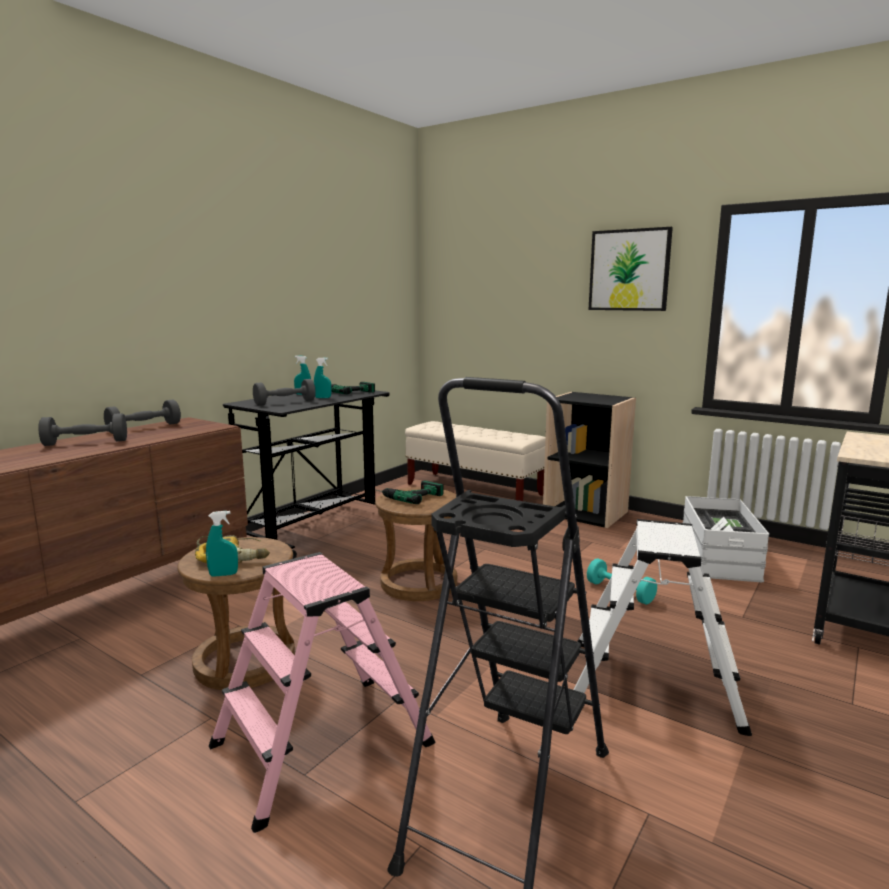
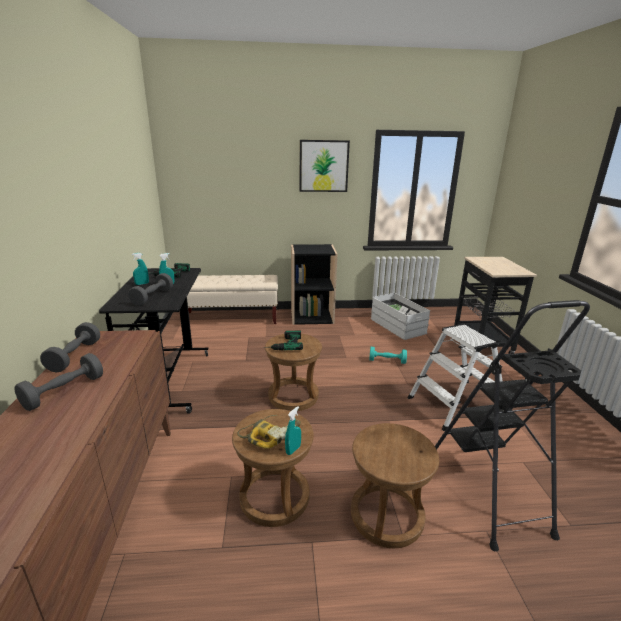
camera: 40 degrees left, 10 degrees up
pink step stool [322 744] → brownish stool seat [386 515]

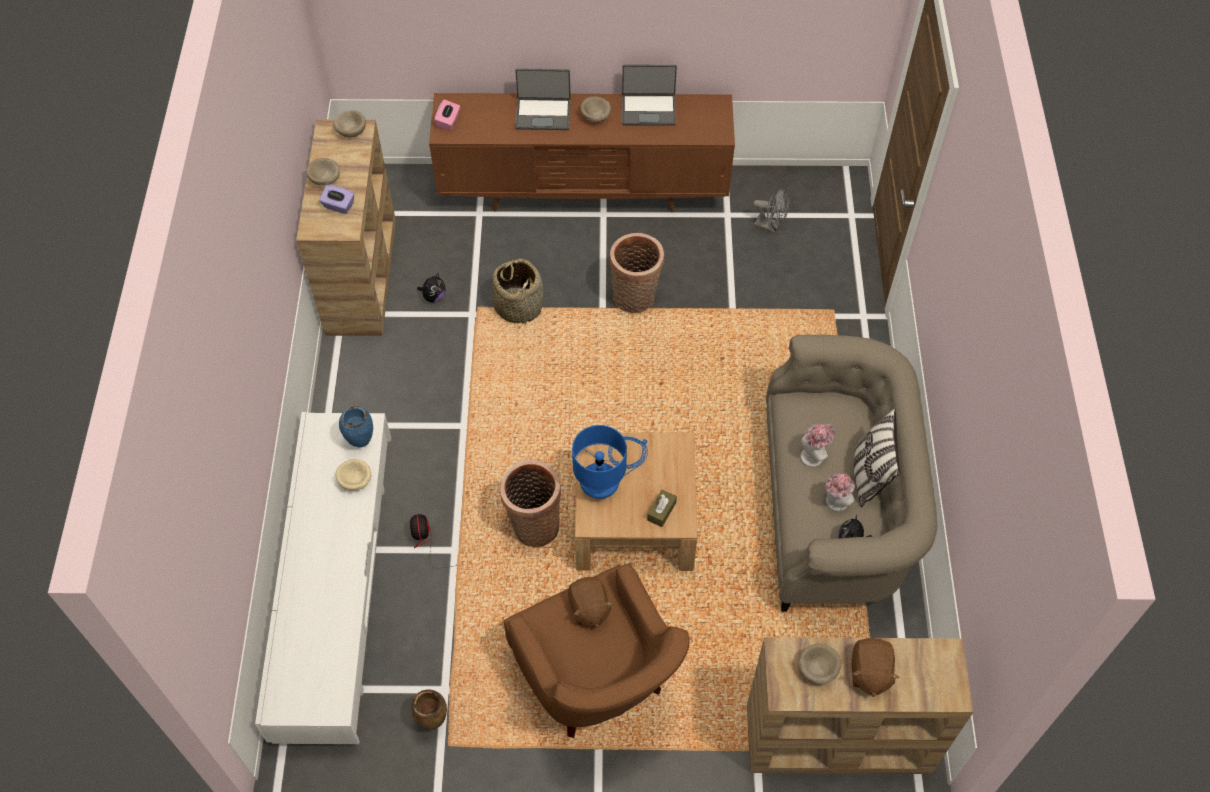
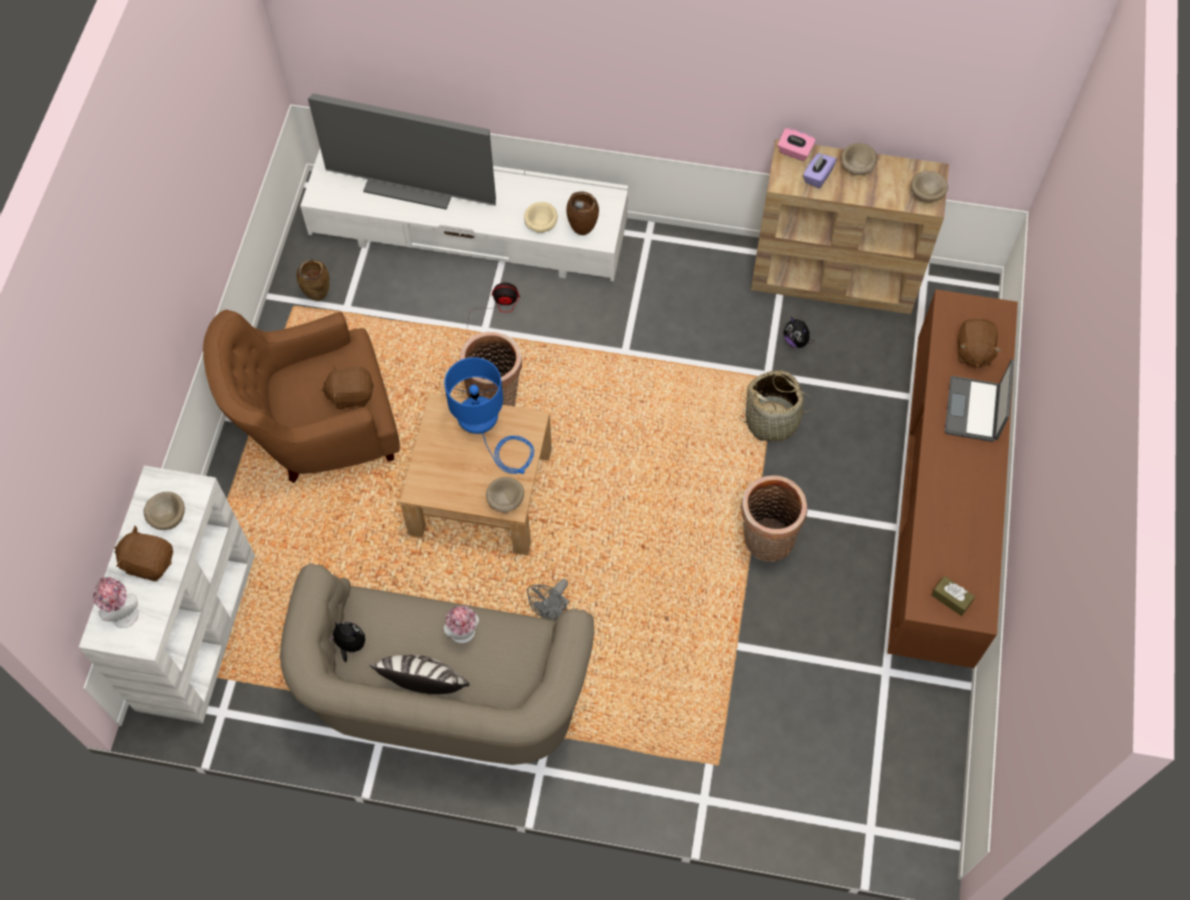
camera: 100 degrees right, 5 degrees up
blue vase [361 442] → brownish vase [583 231]
pink tissue box [448 121] → pink tissue box [794 152], move
beige deep dish [595 117] → beige deep dish [505 500], move
notebook computer [648 110] → -
brownish tissue box [661 511] → brownish tissue box [951 598], move
brownish bookcase [838 740] → white bookcase [195 631]
gray cooling fan [770 226] → gray cooling fan [552 613], move
hat [835 503] → hat [122 612], move
- → television [412 184]
- → brownish soft toy [973 351]

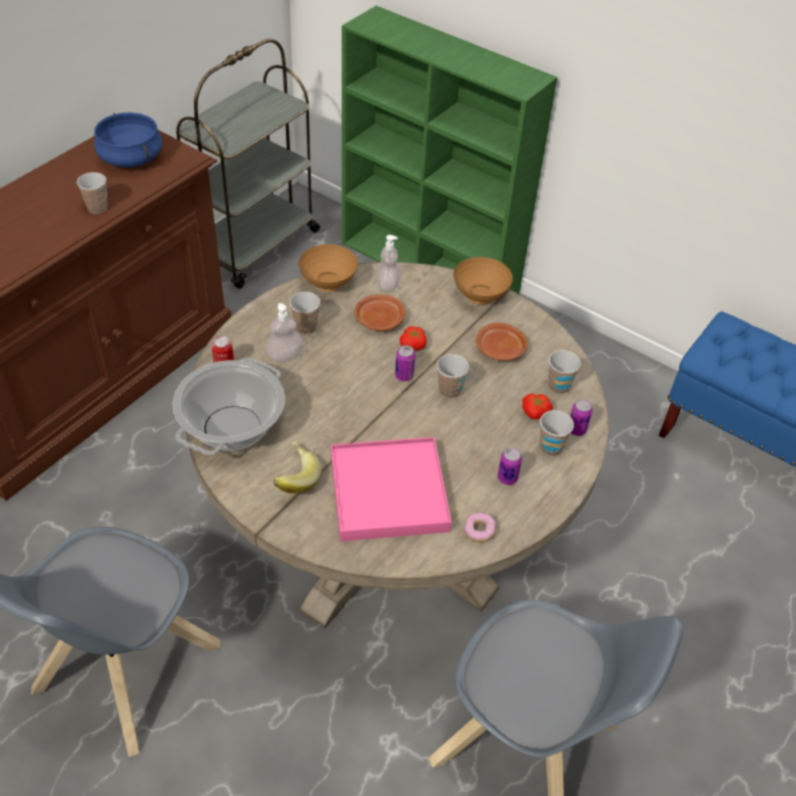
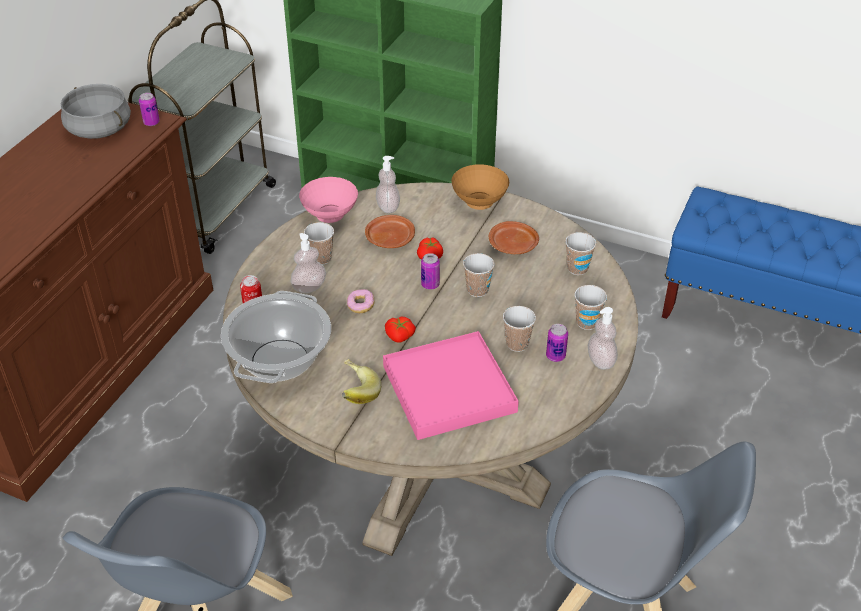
camera: 10 degrees left, 5 degrees down
small cup [97 208] → small cup [517 344], move
blue cooking pot [131 158] → gray cooking pot [100 129]
brownish deep dish [329 284] → pink deep dish [331 215]
donut [479 531] → donut [360 306], move
tomato [535 413] → tomato [399 337], move
can [576 430] → can [151 122], move
- → liquid soap bottle [601 361]

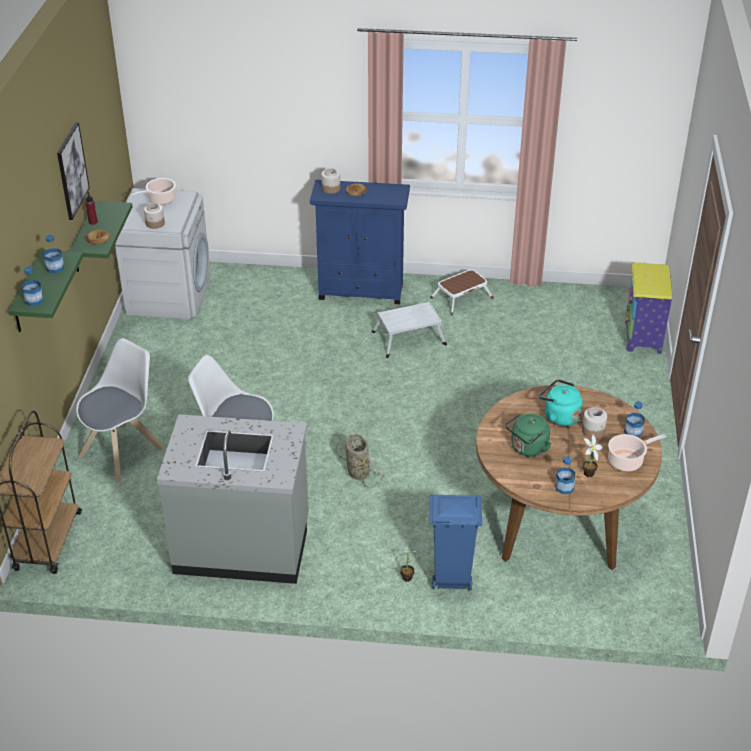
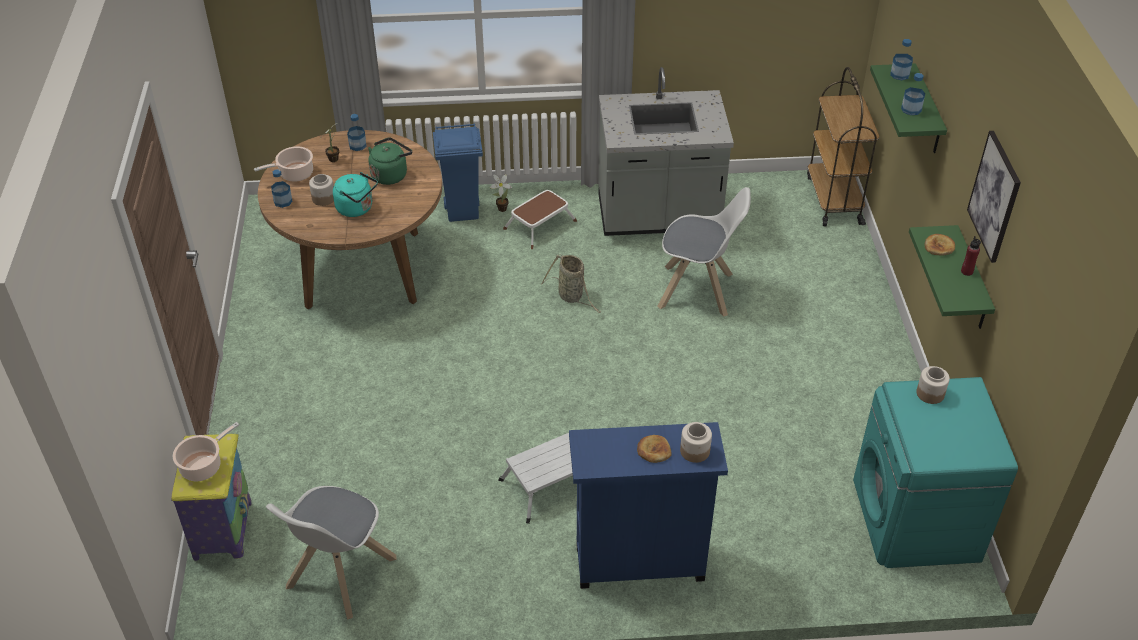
camera: 170 degrees right, 5 degrees up
upright chair [123 451] → upright chair [339 575], move
white laundry machine [170 293] → turquoise-coloured laundry machine [914 519]
cooking pot [160 200] → cooking pot [203 466], move
brownish step stool [462 298] → brownish step stool [539 225], move

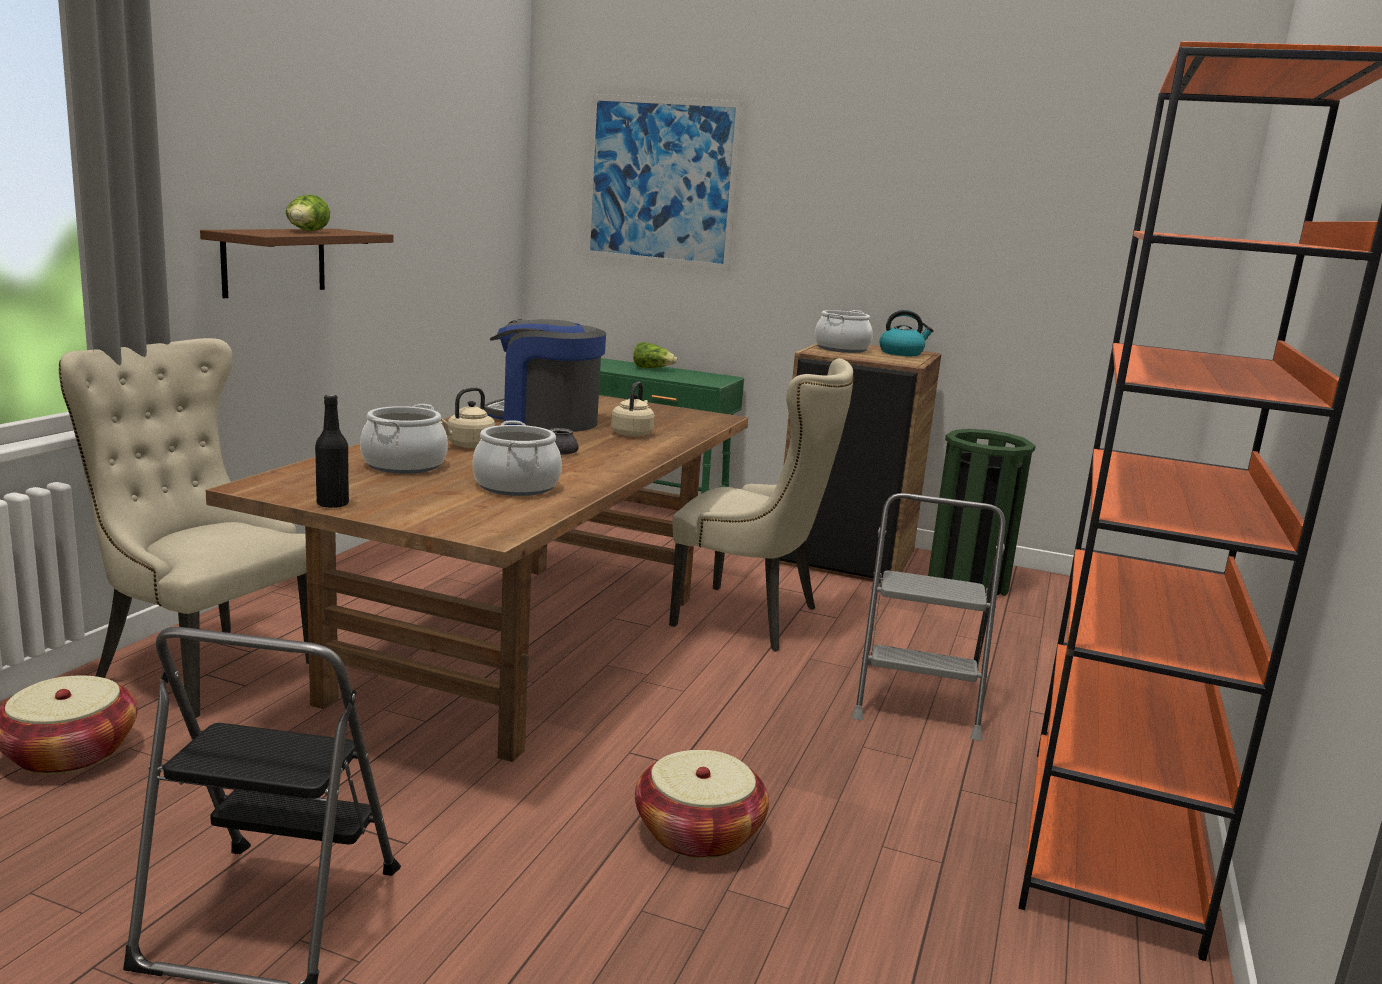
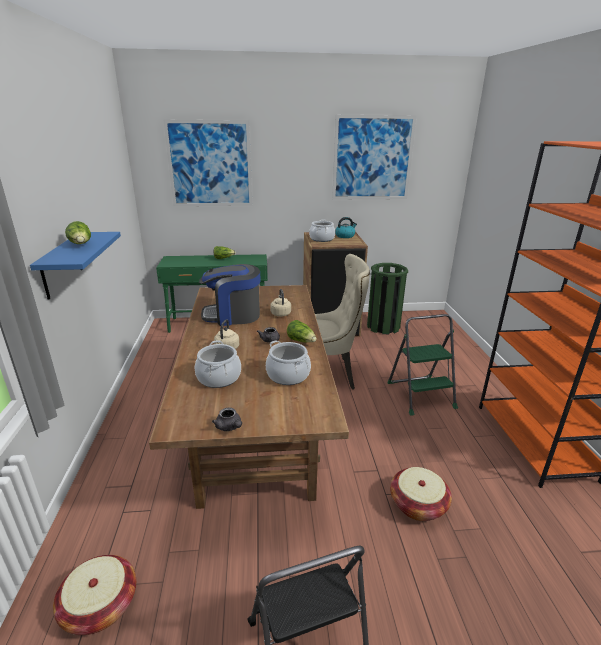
camera: 25 degrees left, 10 degrees up
beige upright chair [205 670] → -
brownish wall shelf [274 261] → blue wall shelf [61 265]
black-coloured beverage bottle [332 504] → gray pot for tea [229 427]
gray step stool [918 695] → green-coloured step stool [419 393]
- → lettuce head [301 341]
- → wall art [372 158]

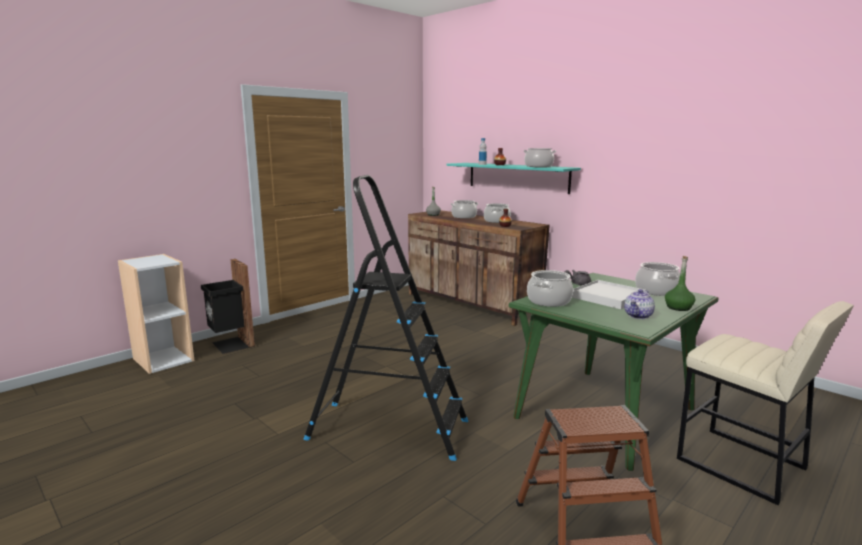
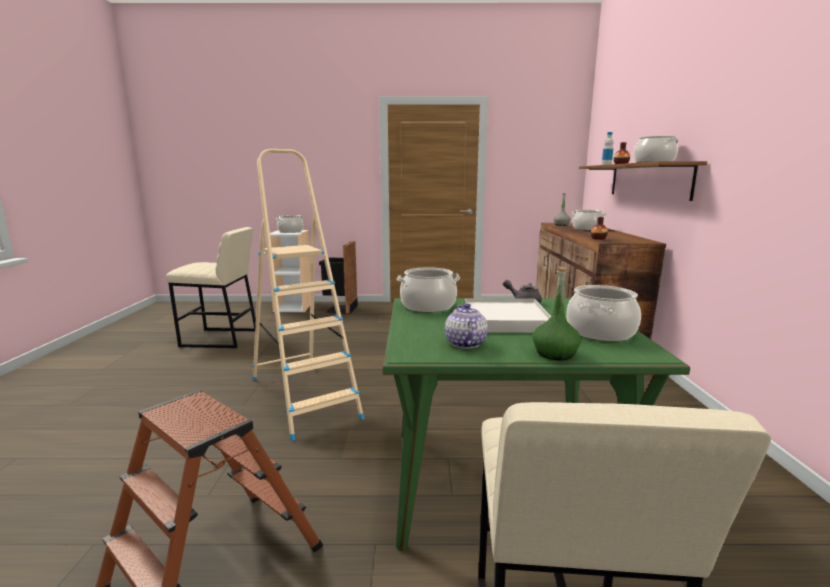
camera: 45 degrees right, 0 degrees up
black-coloured step stool [389 429] → beige step stool [304 397]
turquoise-coloured wall shelf [517 177] → brownish wall shelf [648 180]
cooking pot [496 221] → cooking pot [290 231], move
pot for tea [638 316] → pot for tea [464 343], 90 degrees clockwise
- → beige upright chair [222 338]

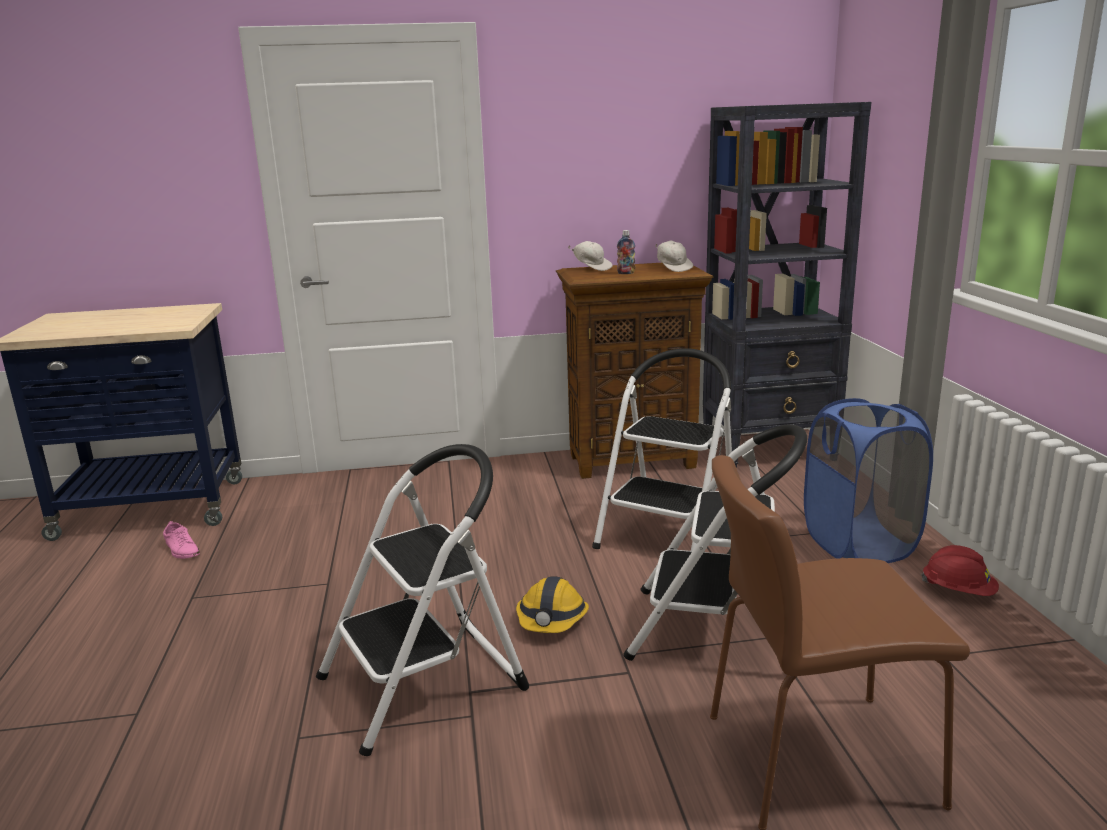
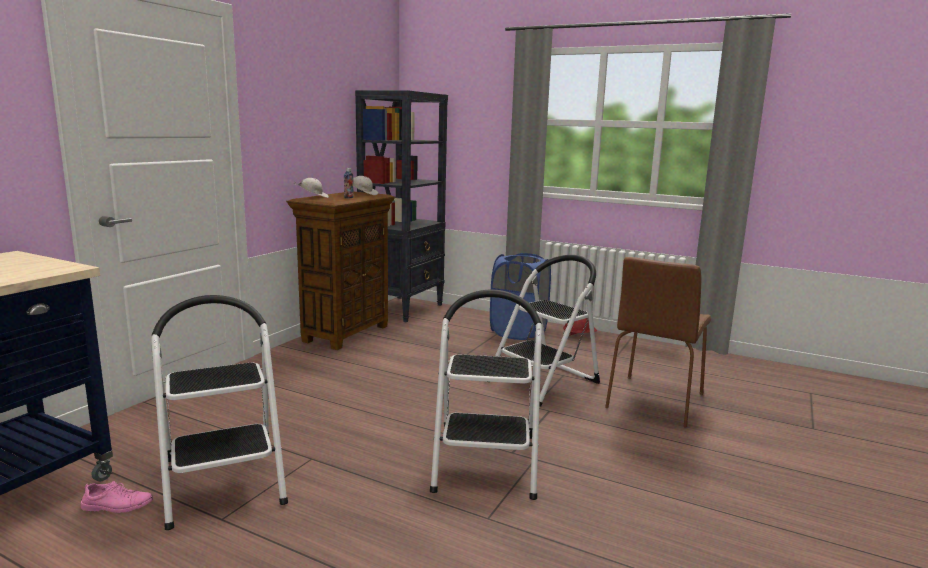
camera: 55 degrees left, 5 degrees down
hard hat [552 619] → -
step stool [669 531] → step stool [224 479], move

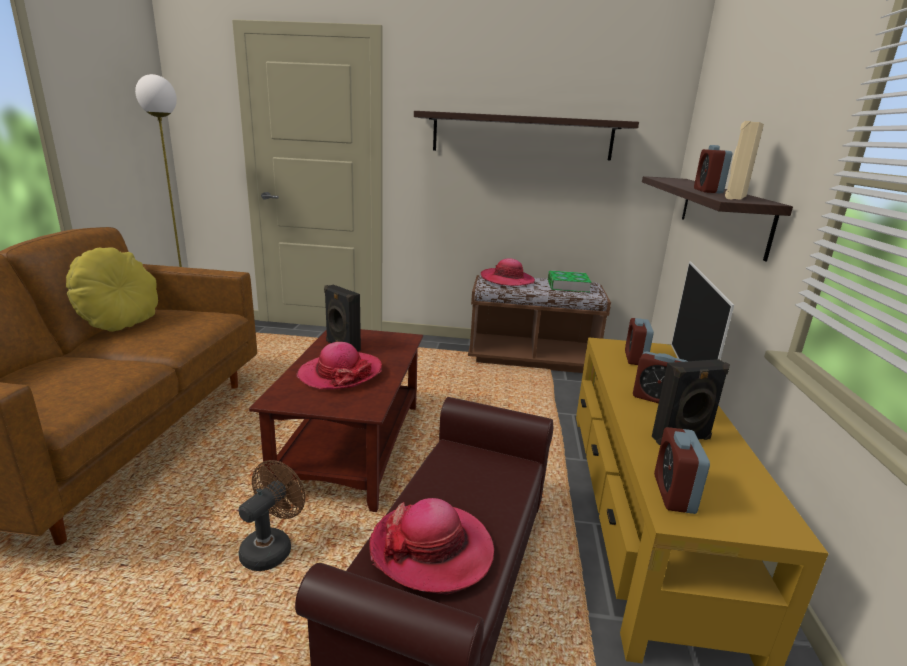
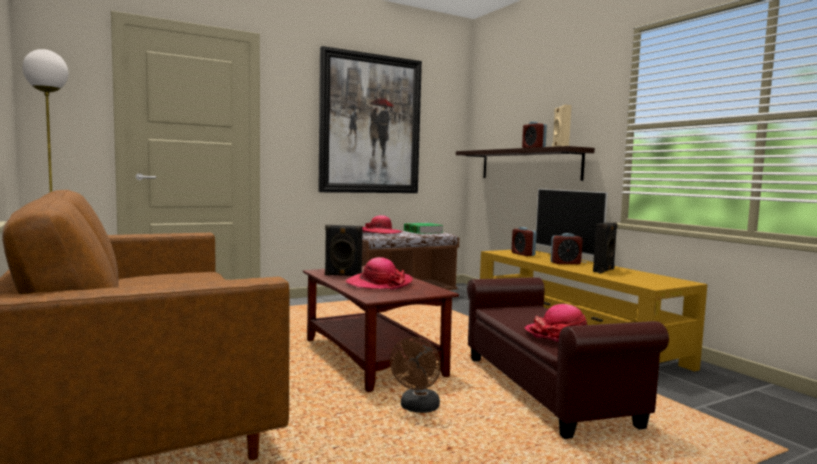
camera: 35 degrees left, 15 degrees down
yellowish throw pillow [121 325] → -
brownish cooling fan [272 547] → brownish cooling fan [418 408], 150 degrees counterclockwise
wall shelf [522 136] → wall art [370 124]
alarm clock [674 494] → -

